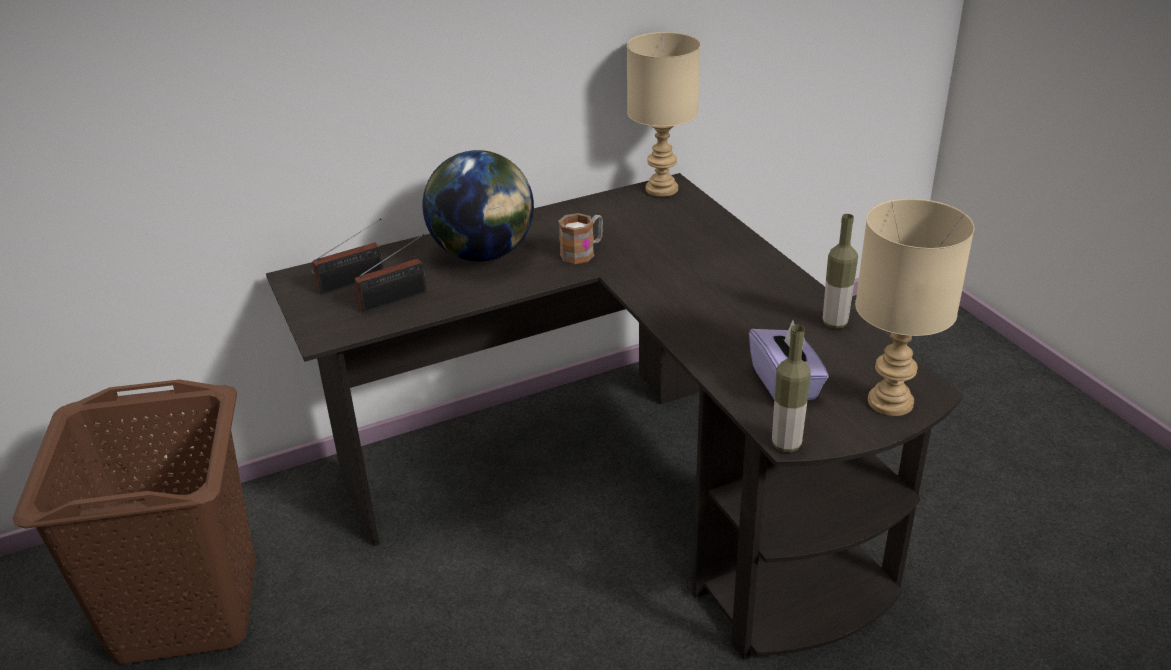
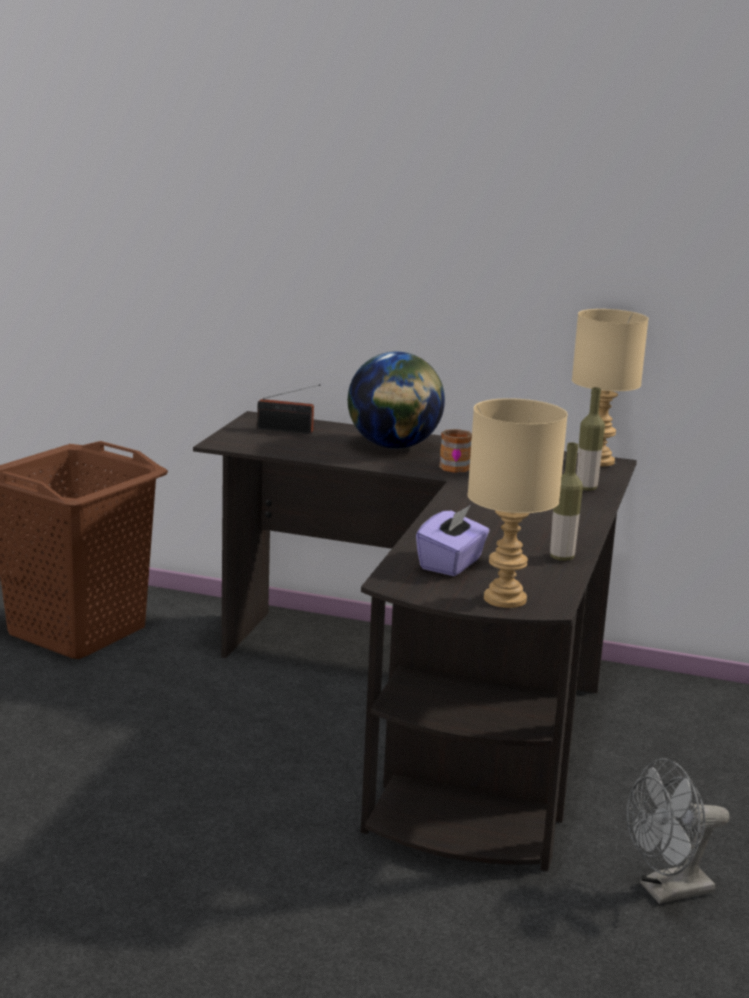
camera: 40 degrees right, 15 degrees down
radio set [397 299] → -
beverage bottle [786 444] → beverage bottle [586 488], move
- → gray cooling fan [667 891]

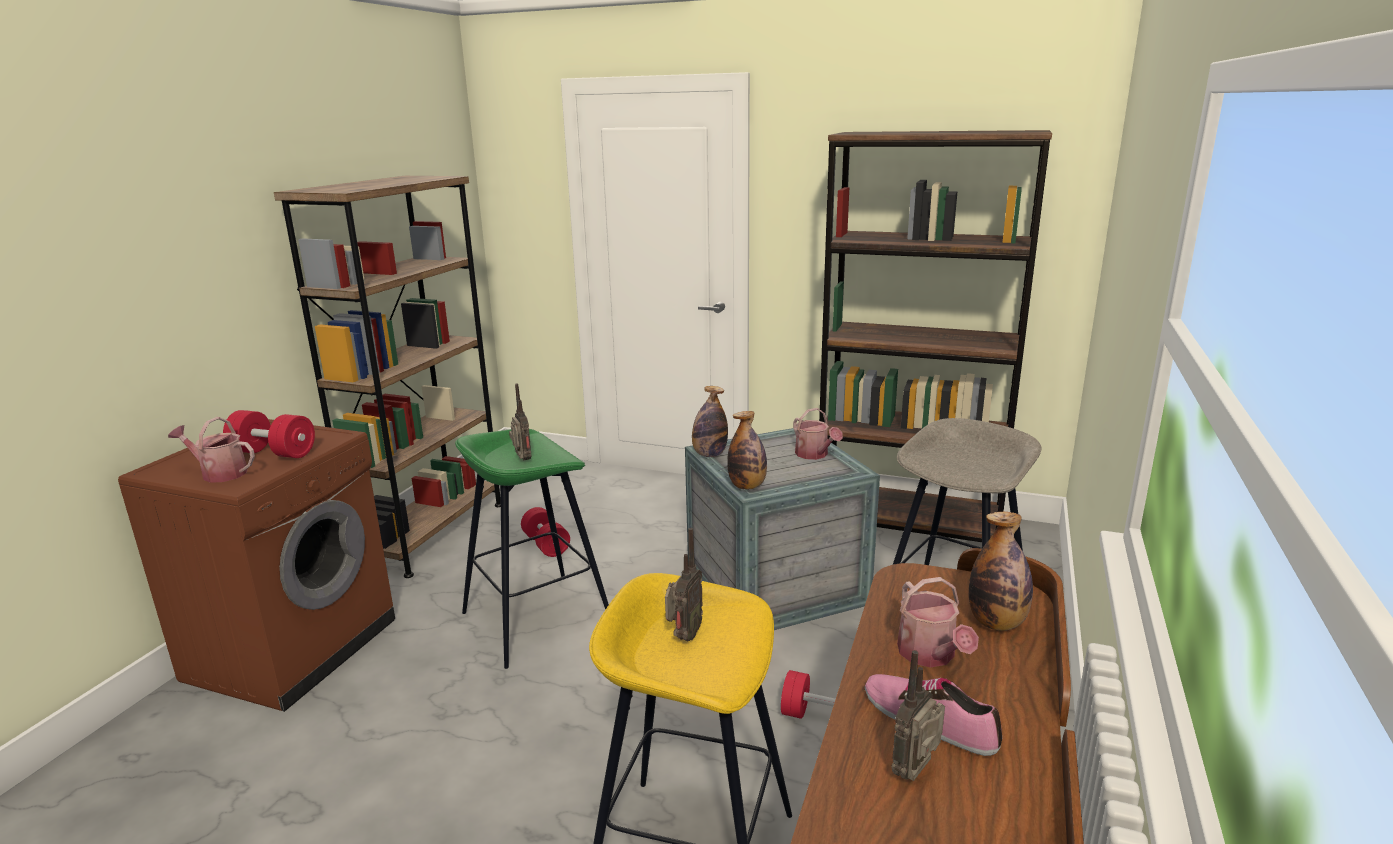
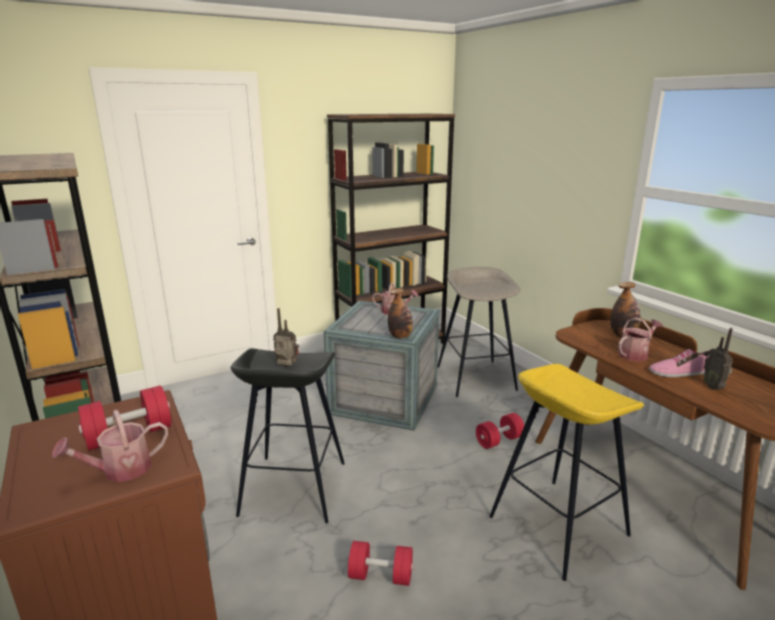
camera: 50 degrees left, 0 degrees up
green-coloured stool seat [536 618] → black-coloured stool seat [293 488]
red-coloured hand weight [546 545] → red-coloured hand weight [381 575], move
radio set [683 637] → -
beverage bottle [709 454] → -
sprinkling can [930 655] → sprinkling can [635 354], 60 degrees counterclockwise

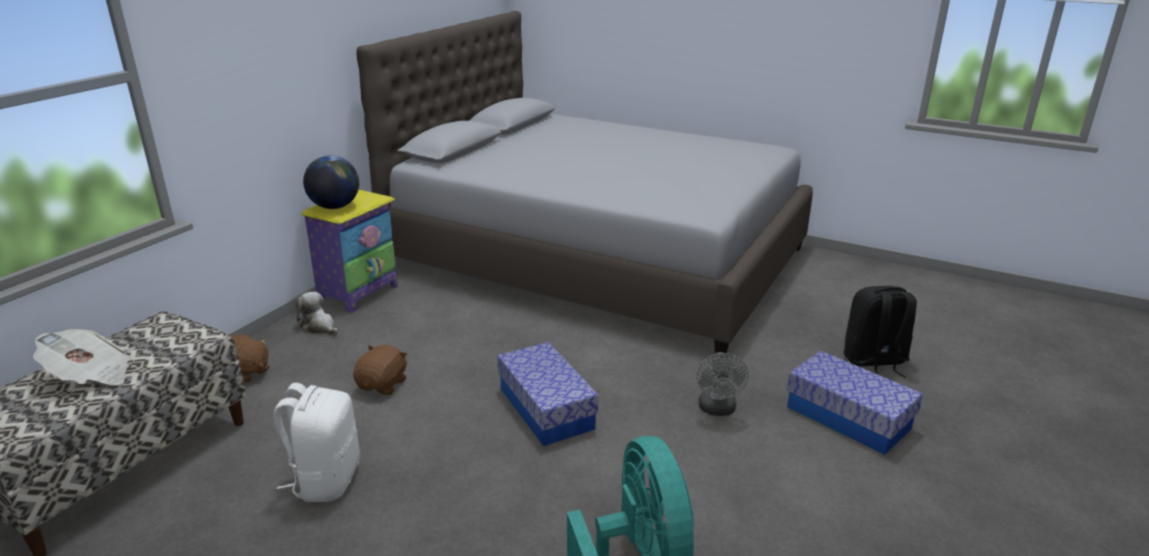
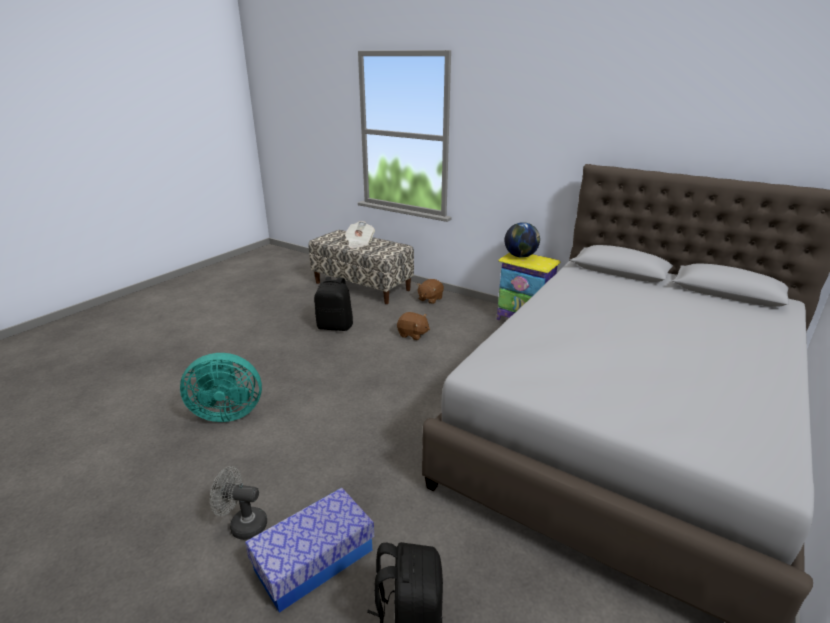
camera: 95 degrees right, 0 degrees up
white knapsack [326 480] → black-coloured knapsack [335 326]
soft toy [319 327] → -
storage container [546 408] → -
gray cooling fan [717 410] → gray cooling fan [243 525], move

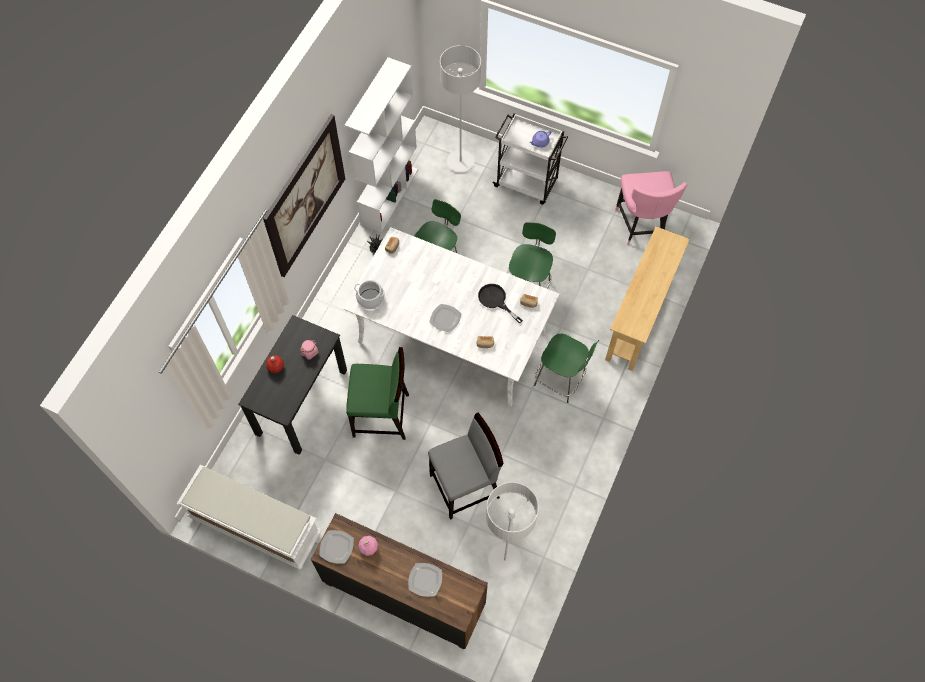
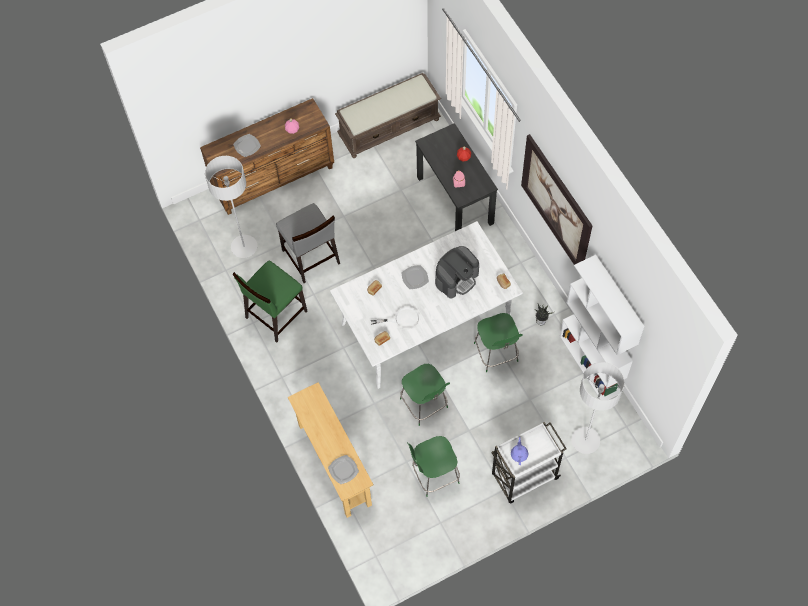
camera: 130 degrees right, 0 degrees up
white indoor bench [254 526] → brownish indoor bench [389 127]
dinner plate [337 547] → dinner plate [343 470], move
green-coloured upright chair [381 416] → green-coloured upright chair [275 314], move
cooking pot [370 298] → -
gray upright chair [465 486] → gray upright chair [311 257], 45 degrees counterclockwise
black-coloured pan [495 300] → white pan [402 319]
green-coloured stool seat [561 380] → green-coloured stool seat [434 475], move
pink upright chair [641 226] → -
- → coffee machine [456 278]

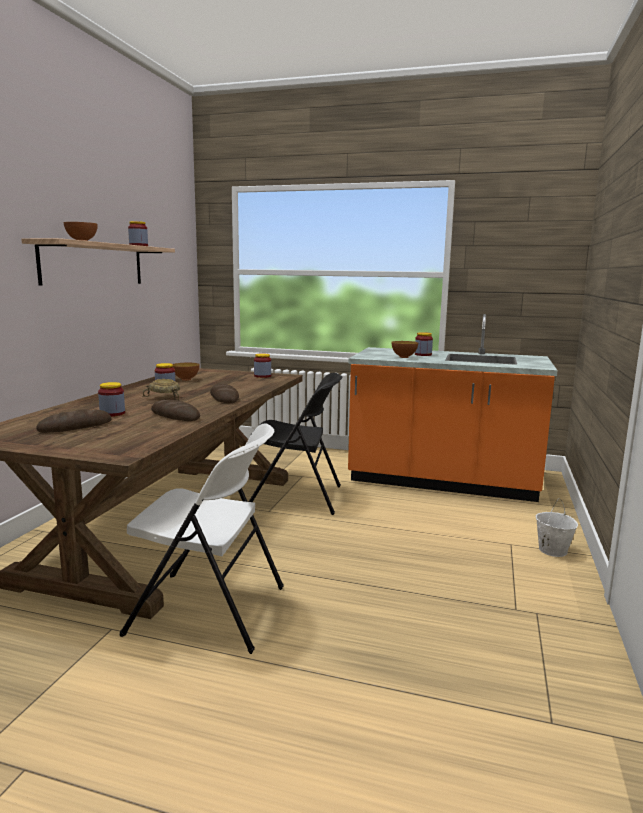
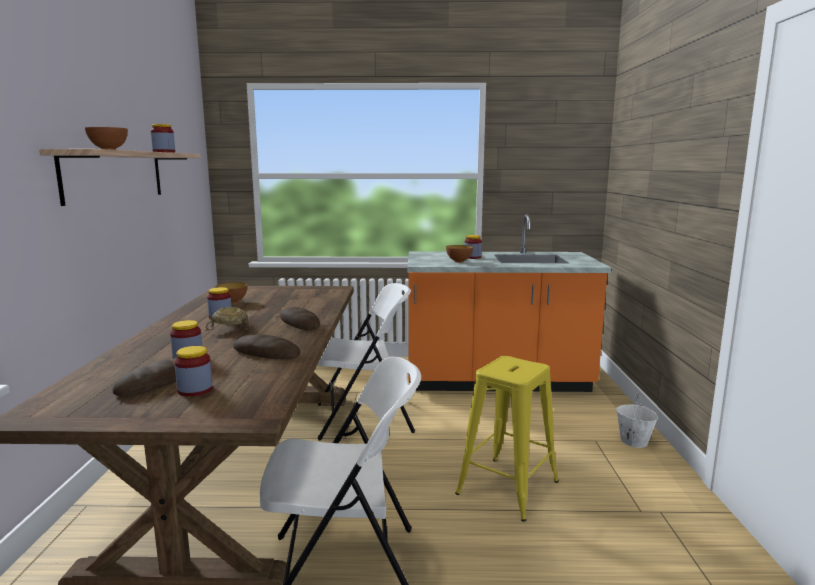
camera: 15 degrees left, 0 degrees up
black-coloured upright chair [295 497] → white upright chair [363 418]
jar [262 376] → jar [195 390], move
- → yellowish stool seat [508 487]

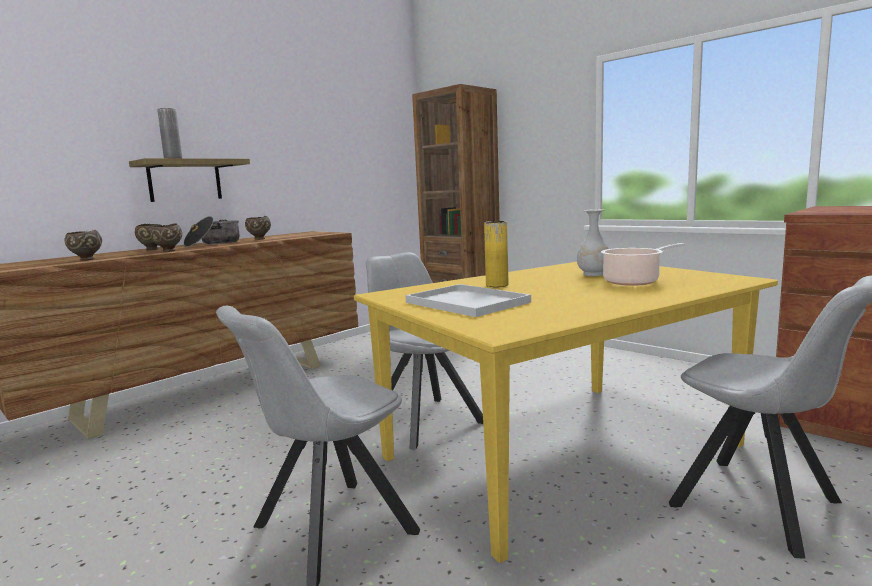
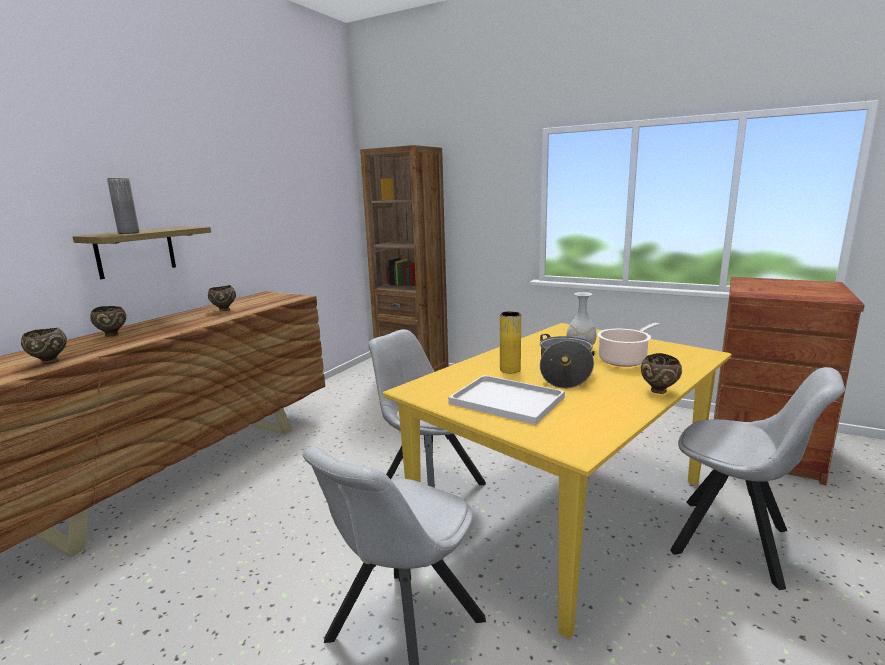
camera: 15 degrees left, 5 degrees up
brownish deep dish [168 251] → brownish deep dish [659 391], move
cooking pot [213 243] → cooking pot [564 373], move

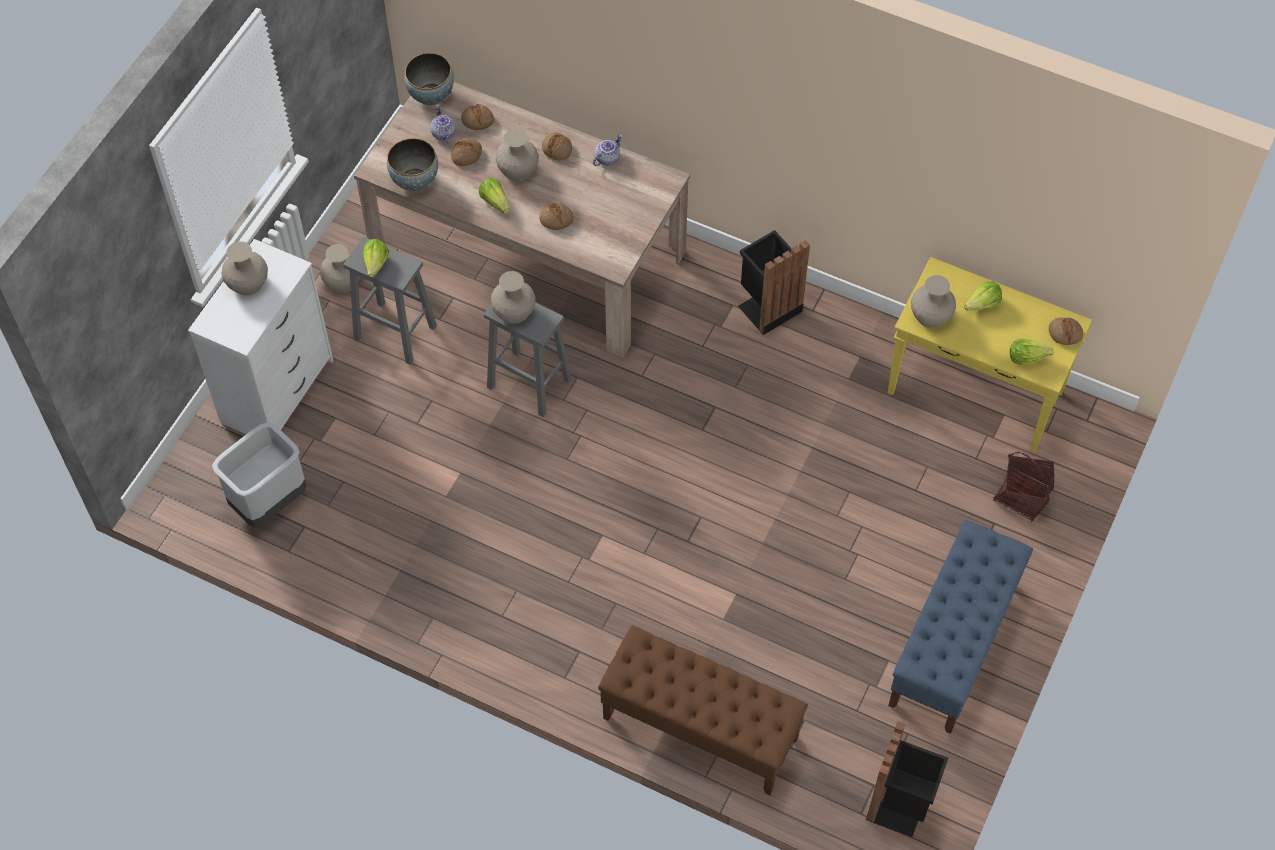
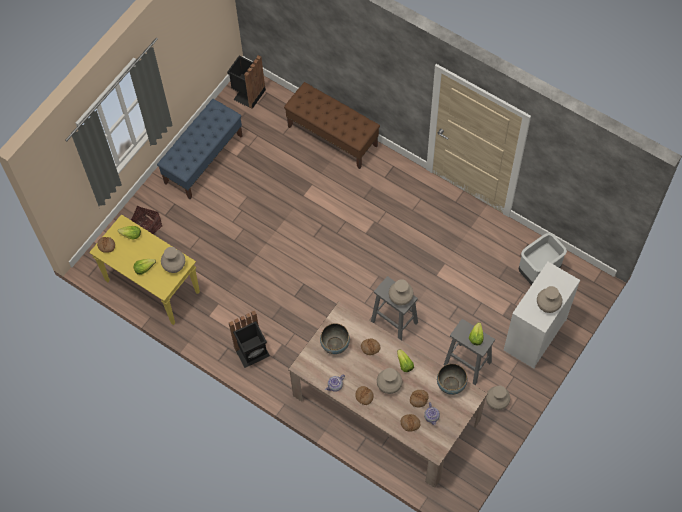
camera: 170 degrees left, 5 degrees up
deep dish [431 95] → deep dish [335 345], move

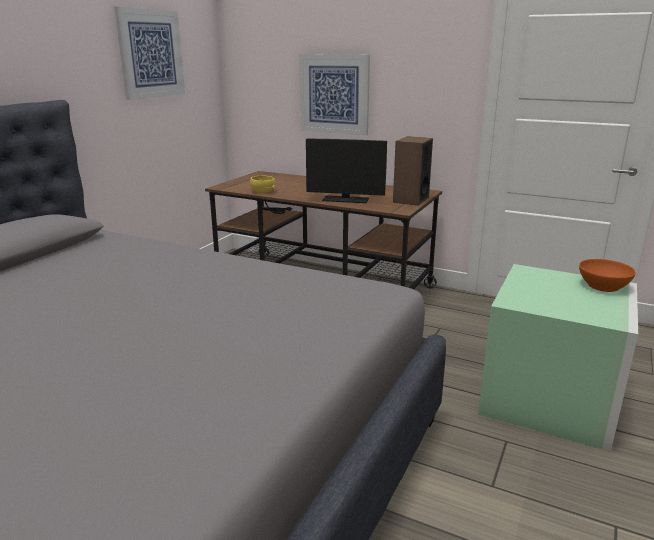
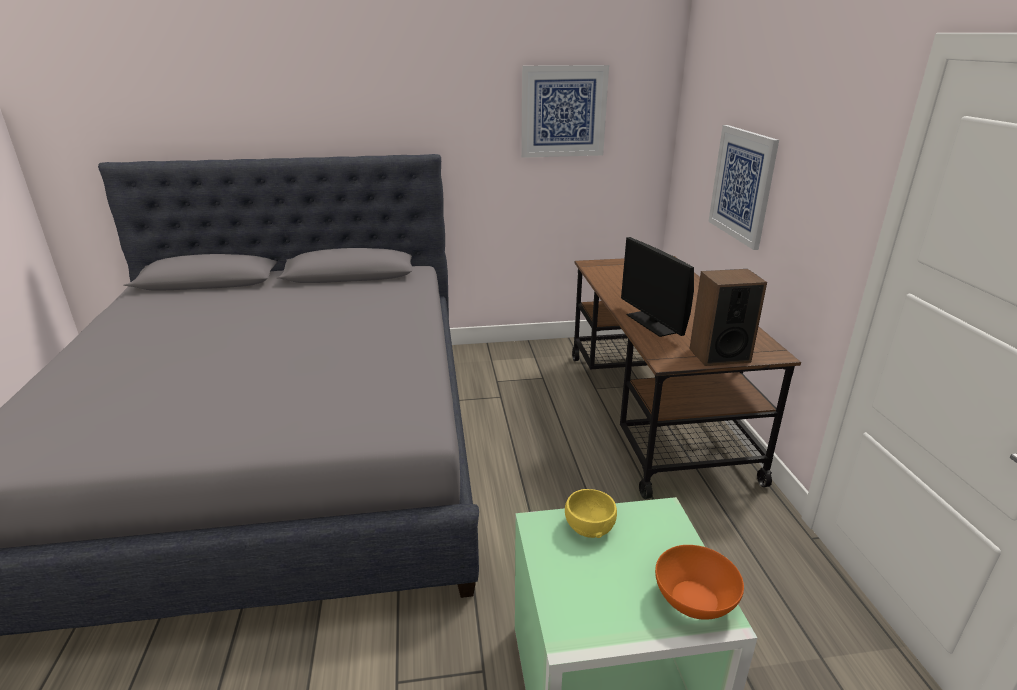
camera: 55 degrees right, 5 degrees up
yellowish deep dish [262 191] → yellowish deep dish [589 526], move

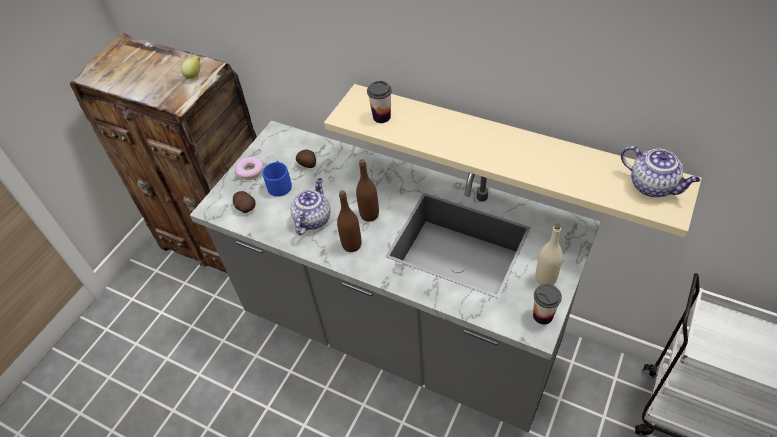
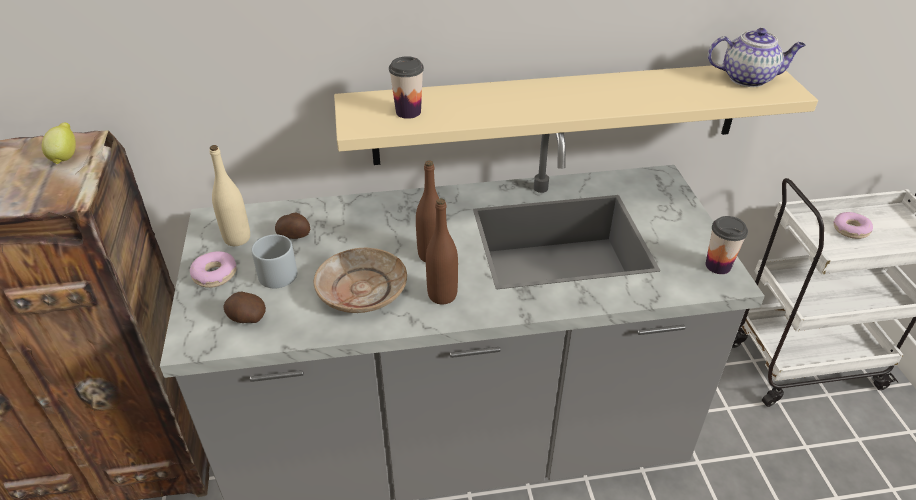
camera: 40 degrees left, 10 degrees down
blue tea mug [279 184] → gray tea mug [273 272]
pot for tea [313 219] → beige dinner plate [361 290]
beige beverage bottle [545 279] → beige beverage bottle [237 238], move
- → donut [850 230]

